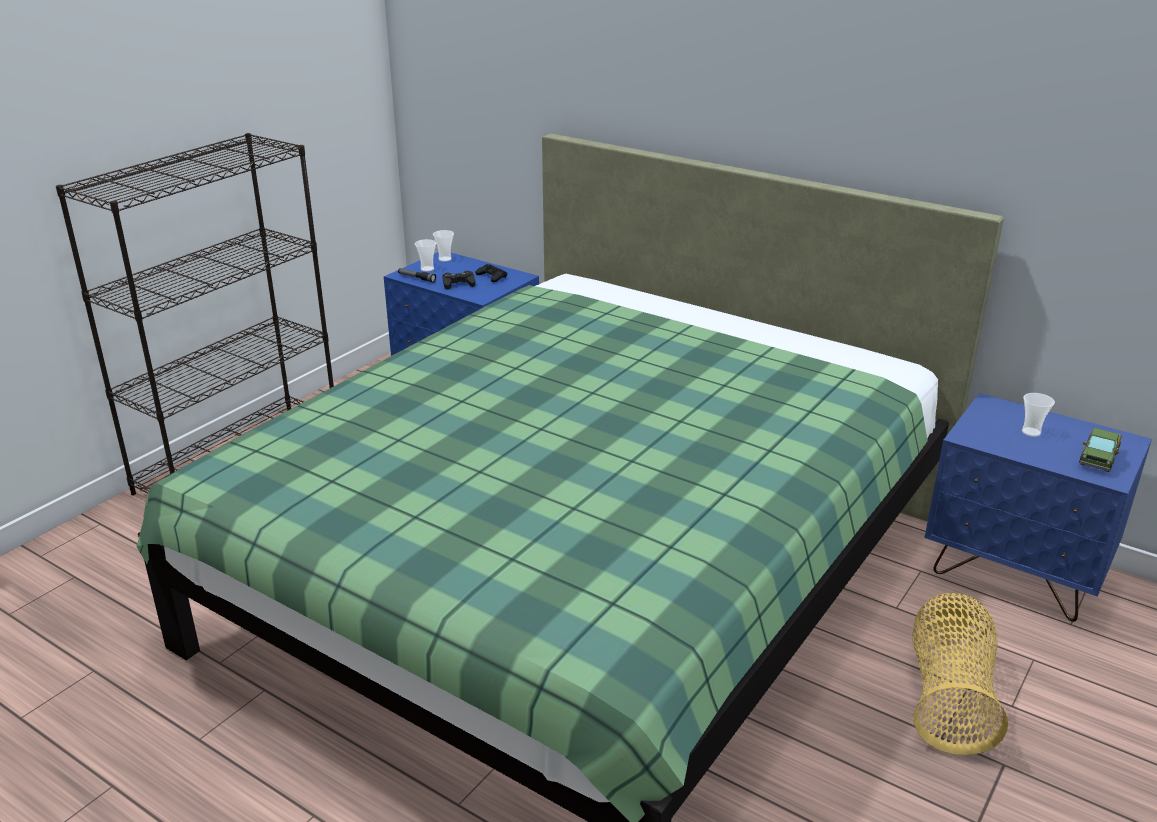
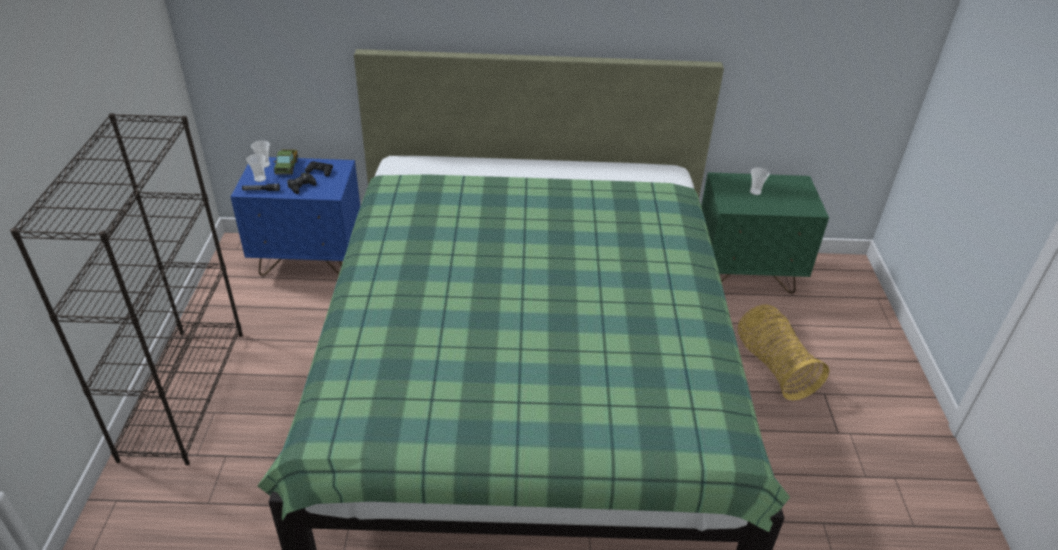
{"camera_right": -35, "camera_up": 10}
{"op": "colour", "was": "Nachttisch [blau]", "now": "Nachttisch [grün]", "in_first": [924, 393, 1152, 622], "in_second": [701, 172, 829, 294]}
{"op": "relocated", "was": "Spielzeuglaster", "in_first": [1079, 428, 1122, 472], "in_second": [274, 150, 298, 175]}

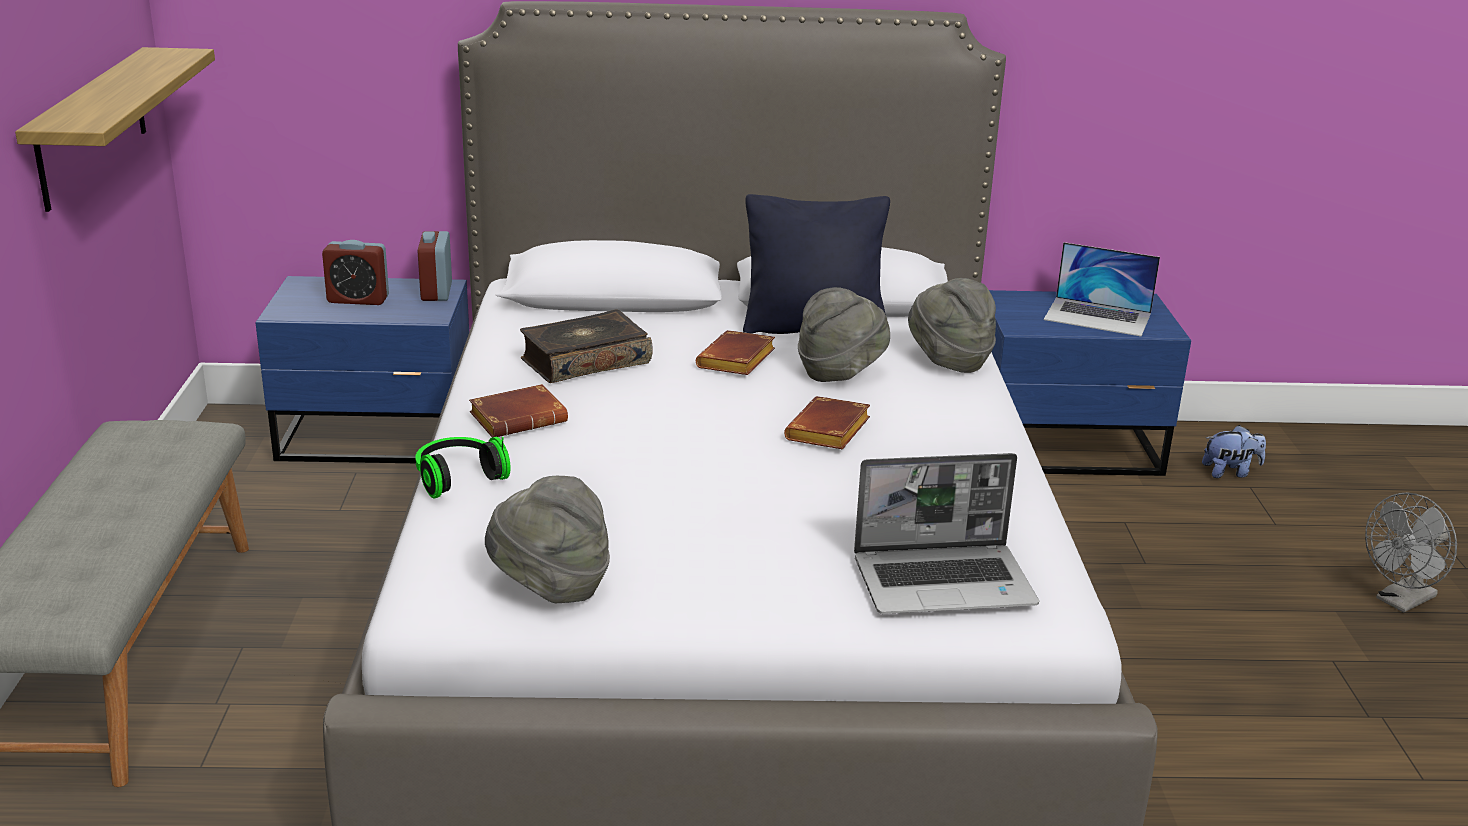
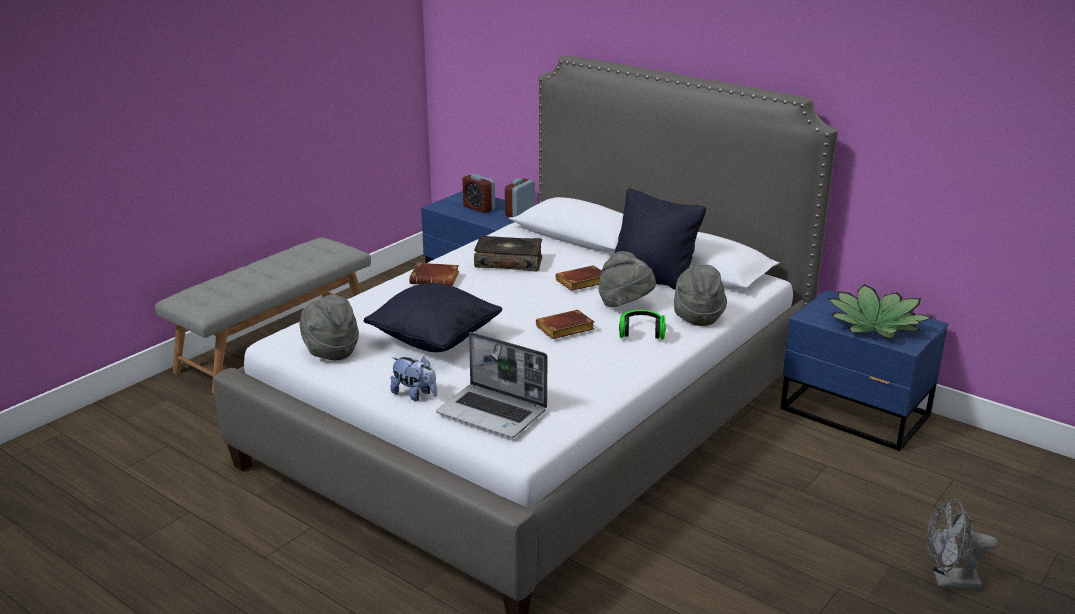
{"camera_right": 40, "camera_up": 0}
{"op": "missing", "was": "Wandregal", "in_first": [15, 47, 215, 212]}
{"op": "exchanged", "was": "Laptop", "now": "Topfpflanze", "in_first": [1044, 242, 1160, 337], "in_second": [827, 284, 932, 339]}
{"op": "relocated", "was": "Plüschtier", "in_first": [1202, 425, 1266, 478], "in_second": [390, 356, 437, 401]}
{"op": "relocated", "was": "Kopfhörer", "in_first": [415, 437, 511, 498], "in_second": [619, 310, 666, 340]}
{"op": "appeared", "now": "Kissen [schwarz]", "in_second": [364, 283, 502, 352]}

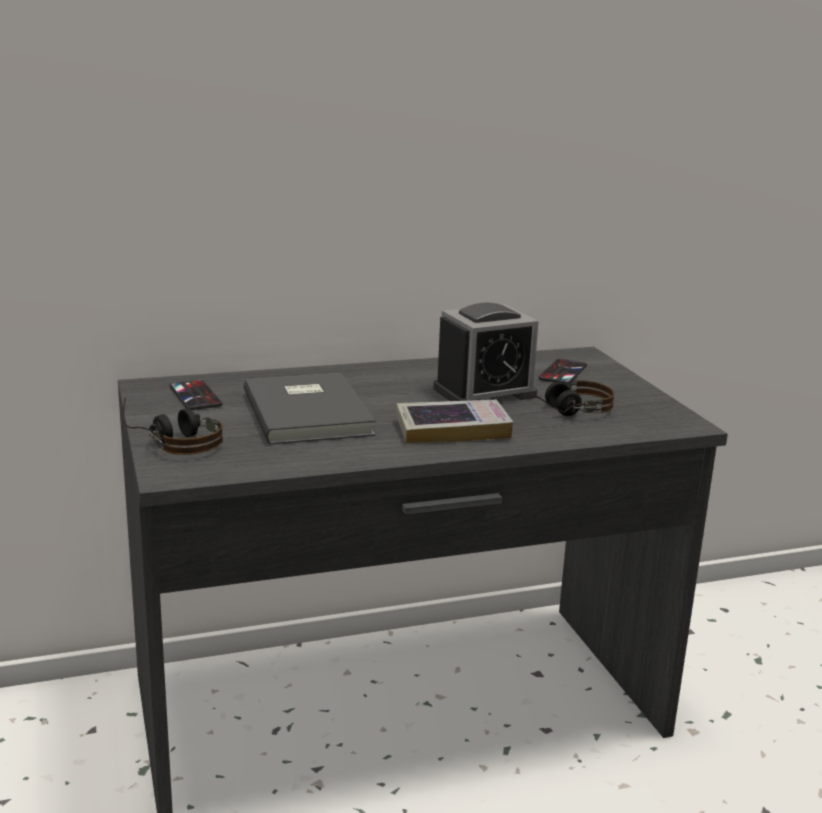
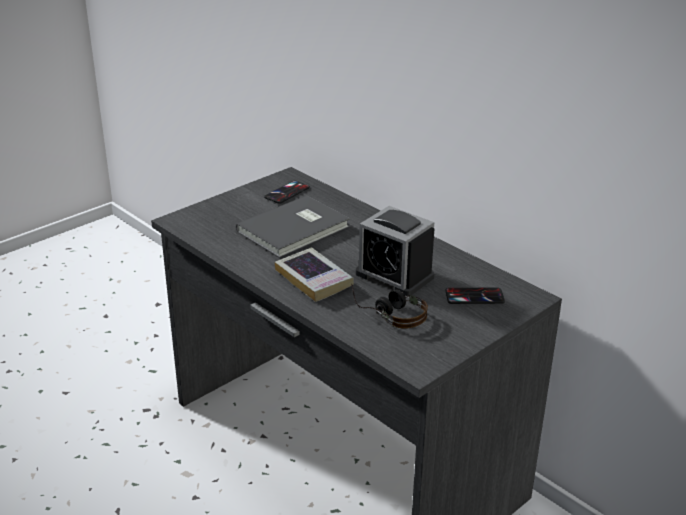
{"camera_right": 65, "camera_up": 10}
{"op": "missing", "was": "Kopfhörer", "in_first": [122, 398, 223, 455]}

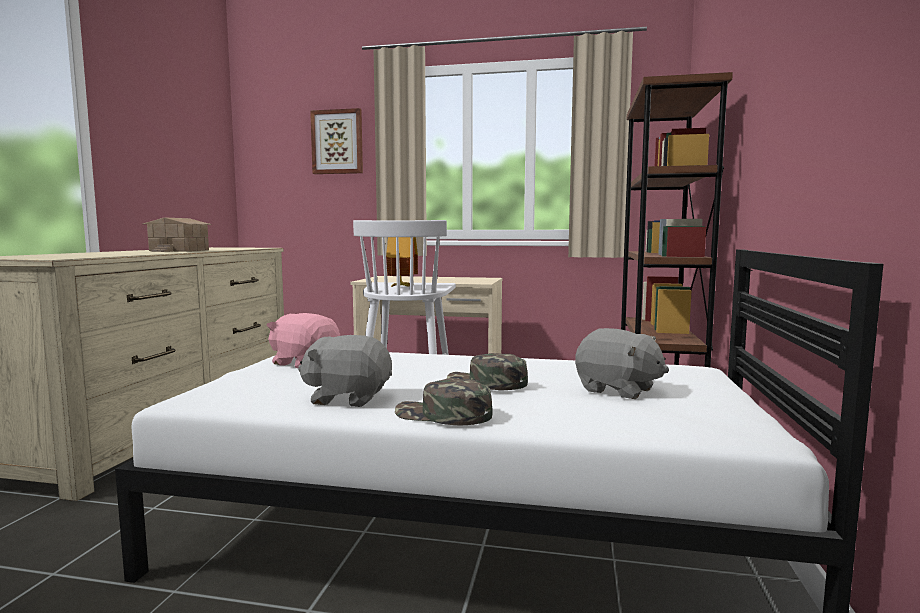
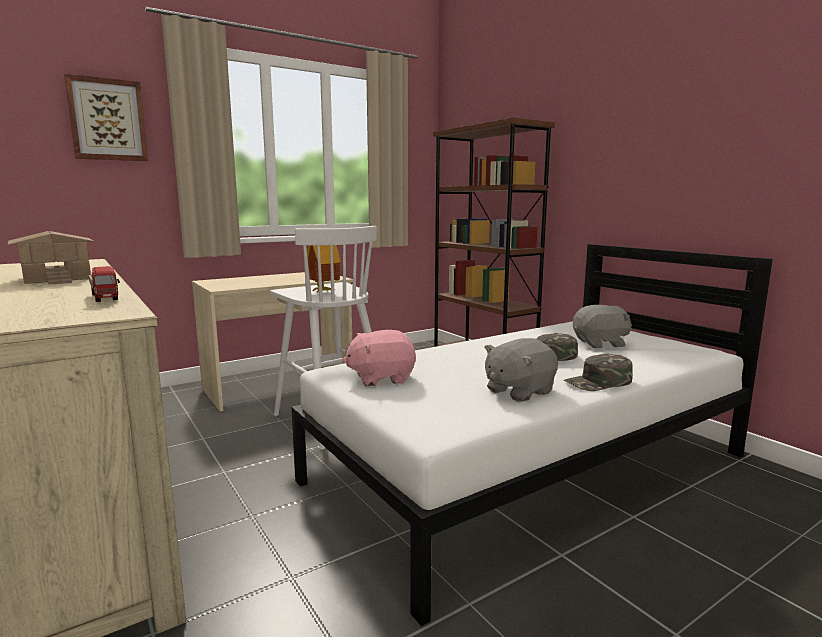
{"camera_right": -45, "camera_up": 5}
{"op": "appeared", "now": "Spielzeuglaster", "in_second": [89, 266, 120, 302]}

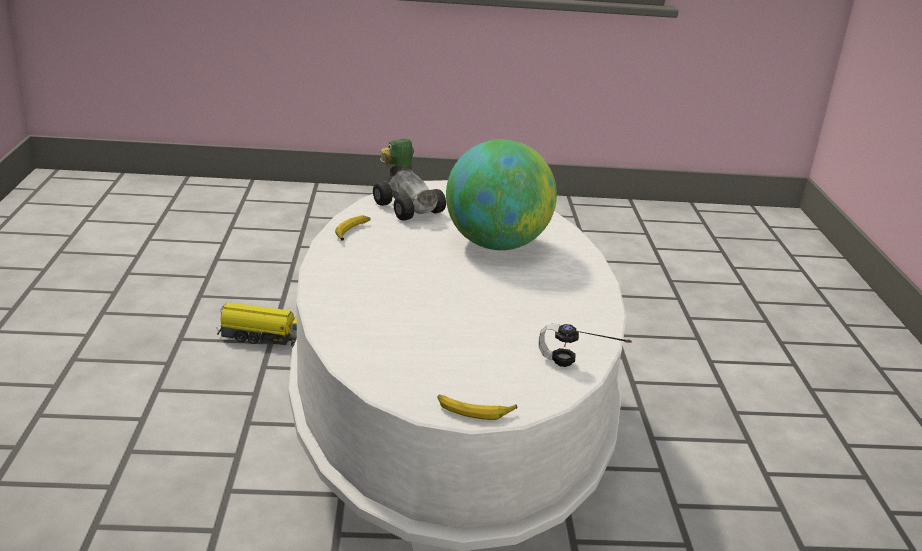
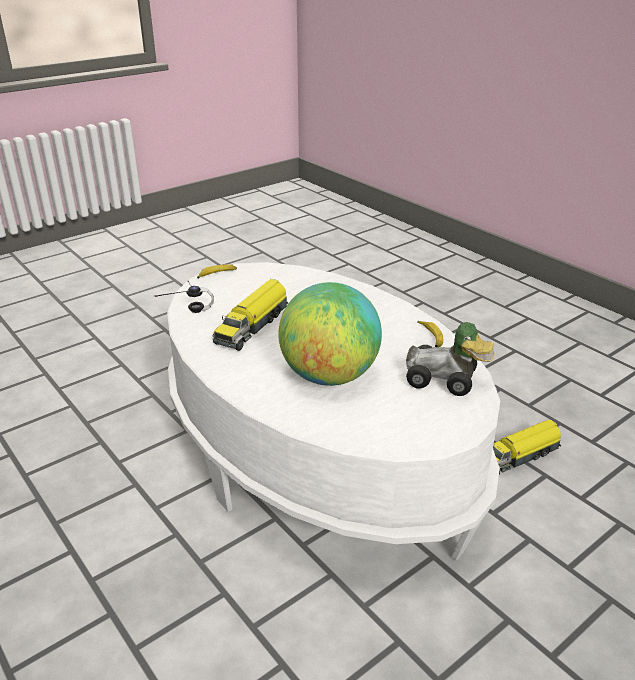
{"camera_right": 145, "camera_up": 5}
{"op": "appeared", "now": "Spielzeuglaster", "in_second": [212, 279, 288, 351]}

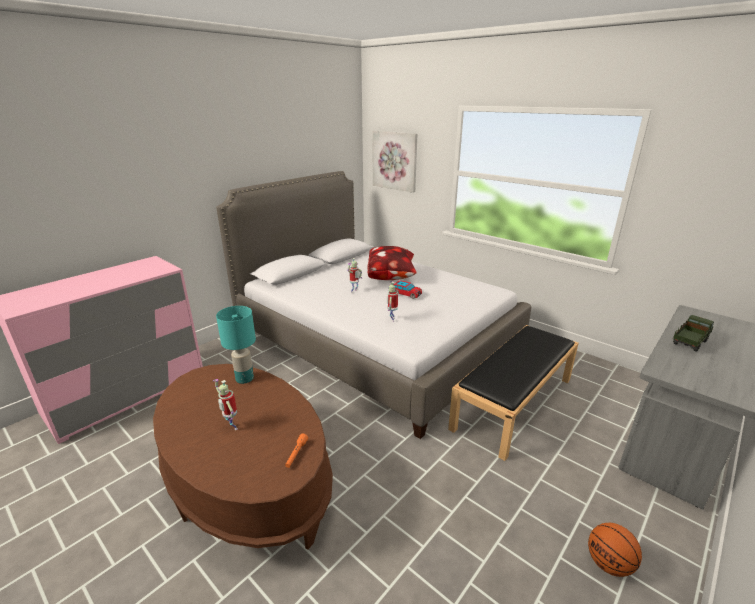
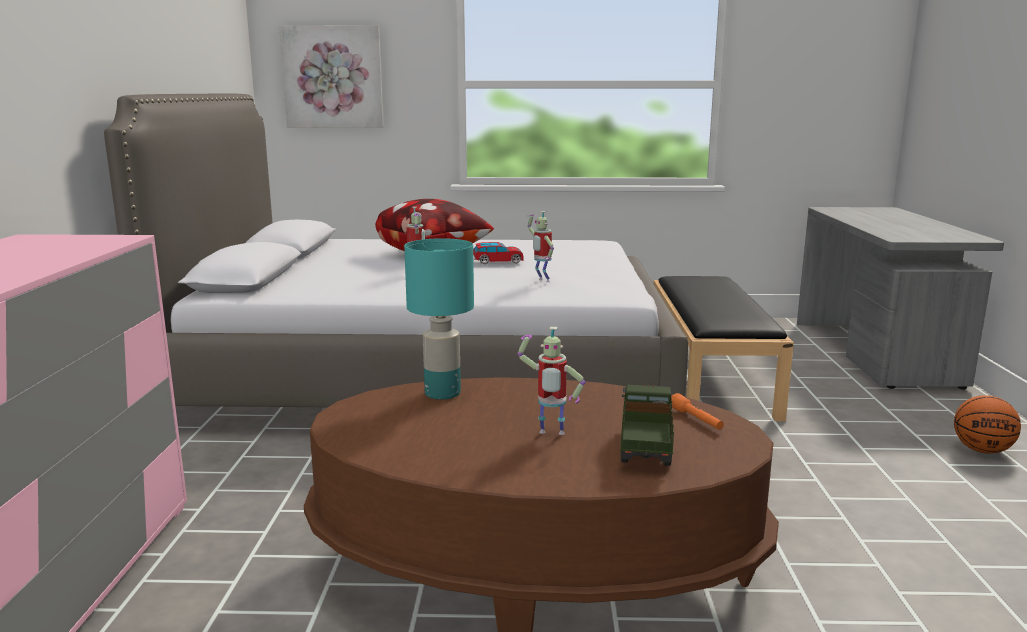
{"camera_right": -40, "camera_up": -10}
{"op": "relocated", "was": "Spielzeuglaster", "in_first": [673, 315, 714, 352], "in_second": [620, 385, 674, 466]}

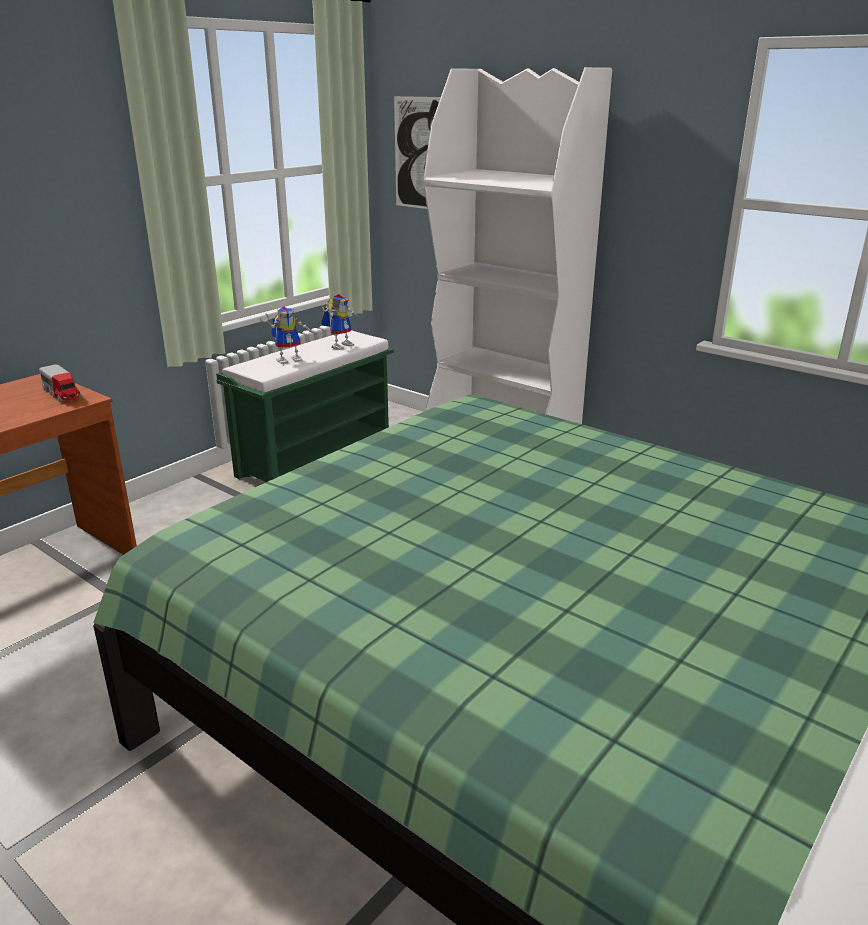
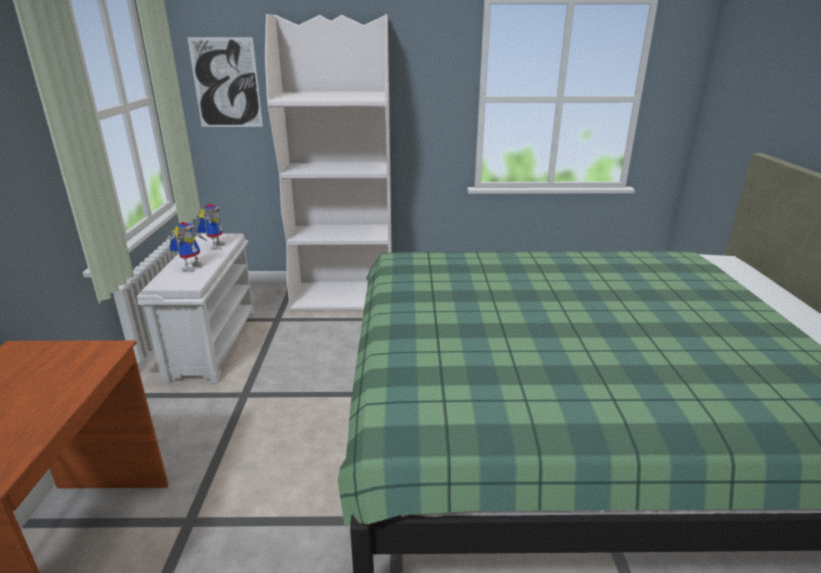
{"camera_right": -40, "camera_up": 0}
{"op": "colour", "was": "Bank [grün]", "now": "Bank [weiß]", "in_first": [216, 330, 394, 482], "in_second": [137, 233, 255, 383]}
{"op": "missing", "was": "Spielzeuglaster", "in_first": [39, 365, 81, 402]}

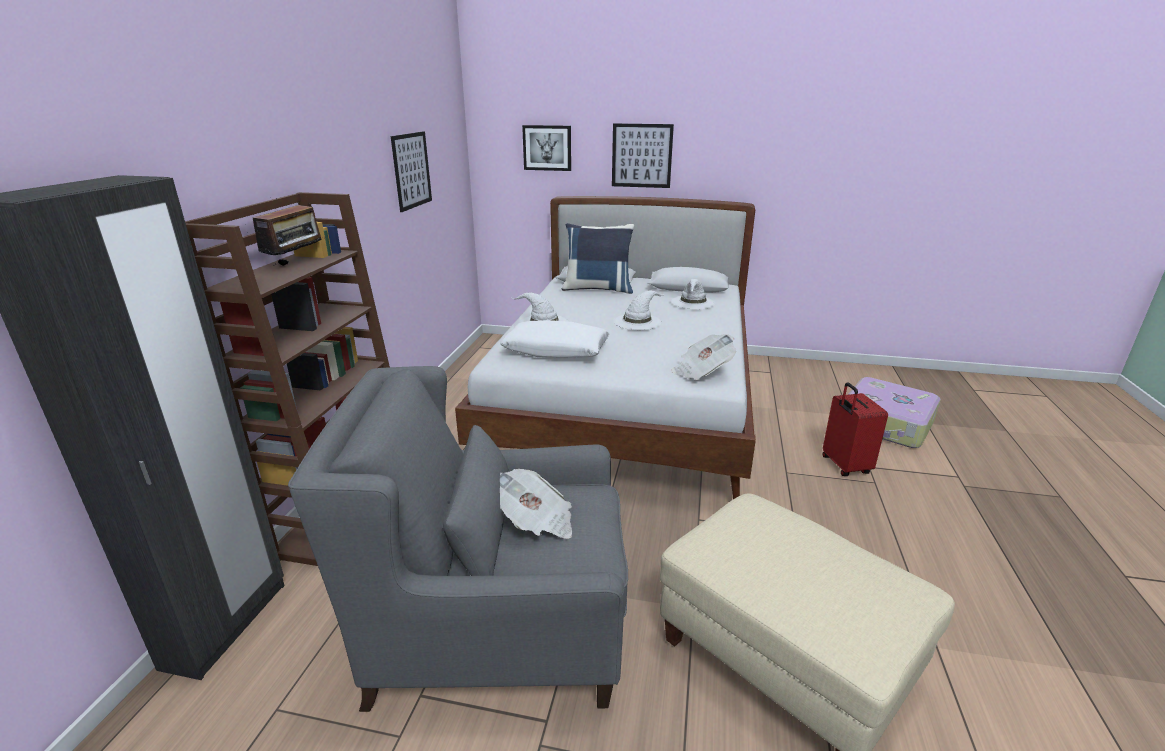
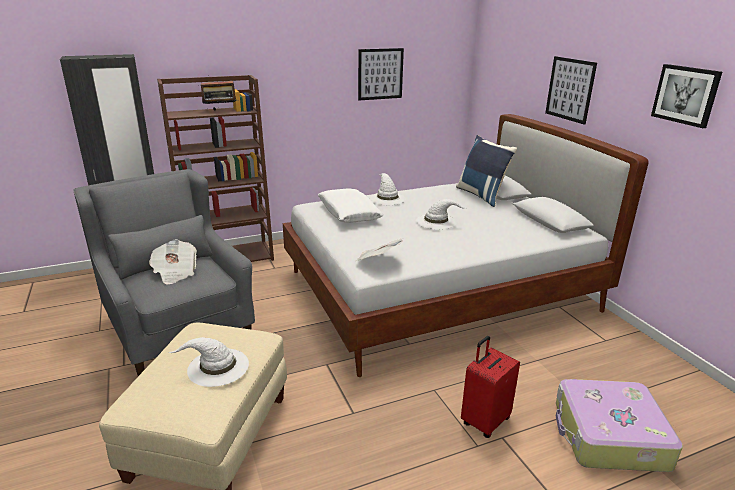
{"camera_right": 55, "camera_up": 0}
{"op": "relocated", "was": "Bild", "in_first": [522, 125, 571, 171], "in_second": [651, 64, 722, 128]}
{"op": "relocated", "was": "Hut [weiß]", "in_first": [671, 279, 716, 310], "in_second": [168, 337, 249, 387]}

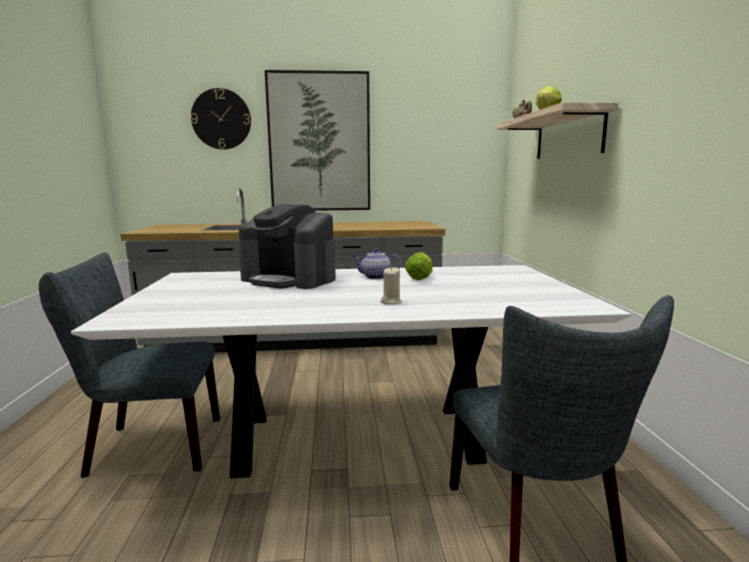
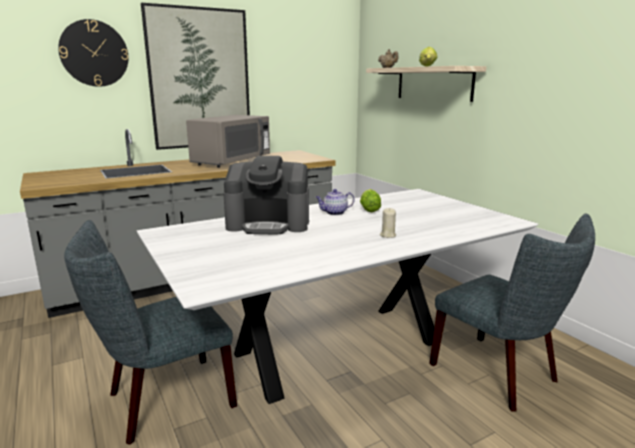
{"camera_right": -25, "camera_up": 5}
{"op": "appeared", "now": "Mikrowelle [grau]", "in_second": [186, 115, 270, 168]}

